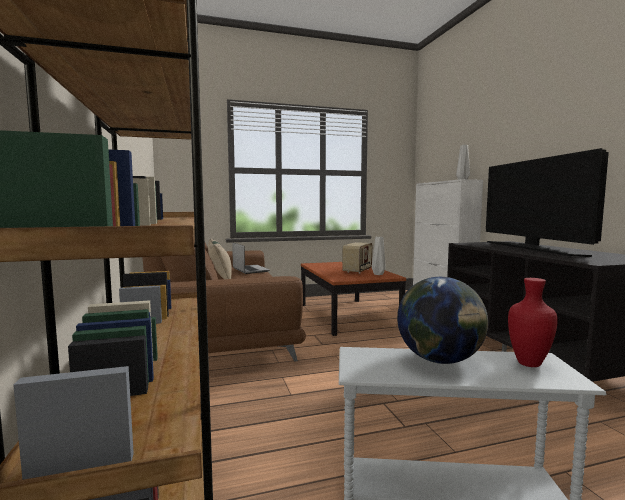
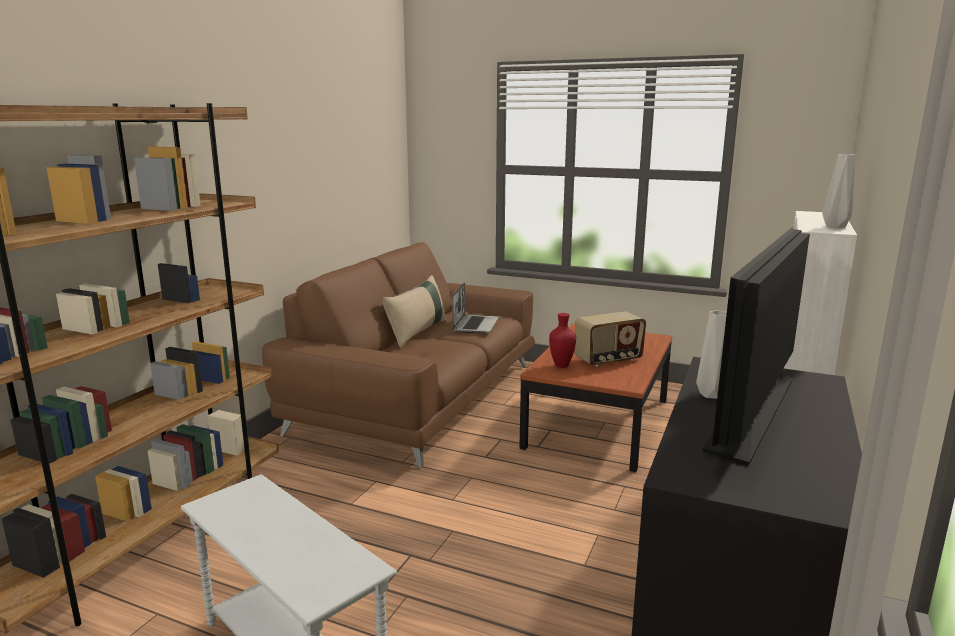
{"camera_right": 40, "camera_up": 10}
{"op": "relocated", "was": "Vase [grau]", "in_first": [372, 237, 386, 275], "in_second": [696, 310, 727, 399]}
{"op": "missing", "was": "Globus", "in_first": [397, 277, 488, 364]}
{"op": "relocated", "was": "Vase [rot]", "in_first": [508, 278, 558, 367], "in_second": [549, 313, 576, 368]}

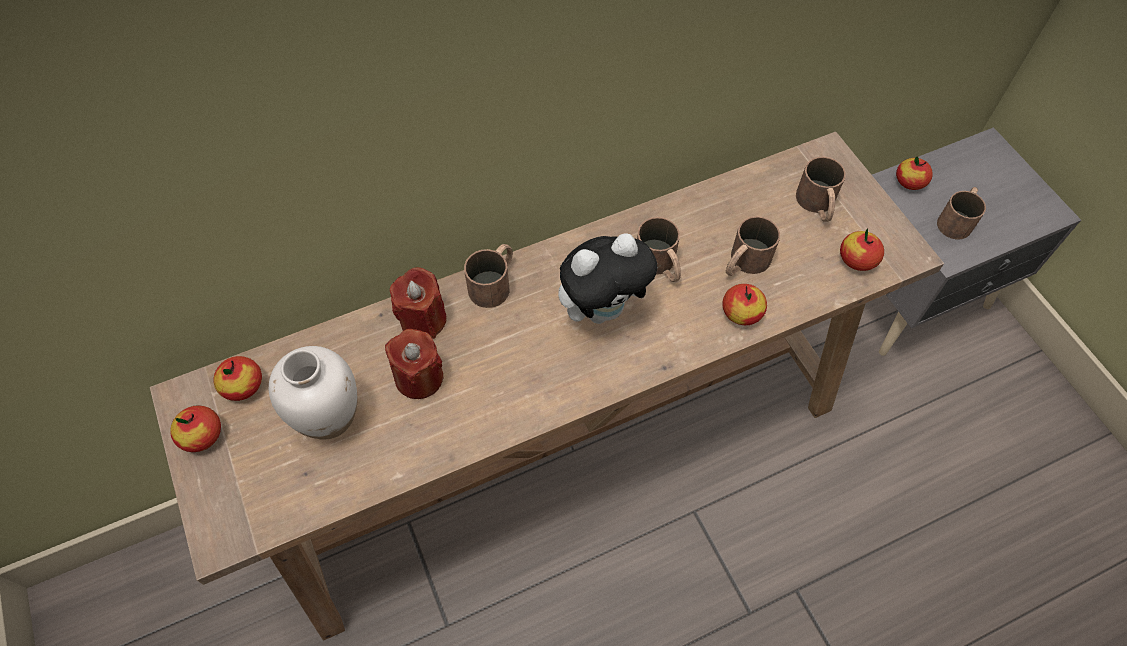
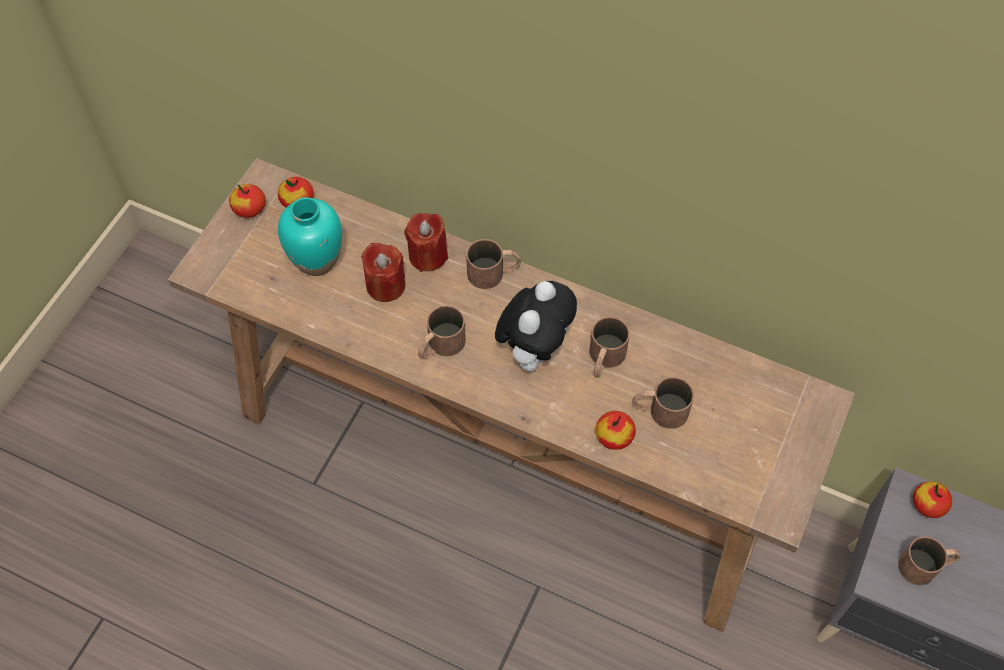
{"camera_right": 50, "camera_up": 0}
{"op": "relocated", "was": "Henkelbecher [braun]", "in_first": [796, 157, 846, 222], "in_second": [418, 305, 466, 359]}
{"op": "missing", "was": "Apfel", "in_first": [840, 228, 884, 271]}
{"op": "spun", "was": "Plüschtier", "in_first": [558, 233, 658, 324], "in_second": [495, 281, 577, 371], "clockwise": -90}
{"op": "colour", "was": "Vase [weiß]", "now": "Vase [türkis]", "in_first": [269, 346, 357, 440], "in_second": [278, 197, 342, 276]}

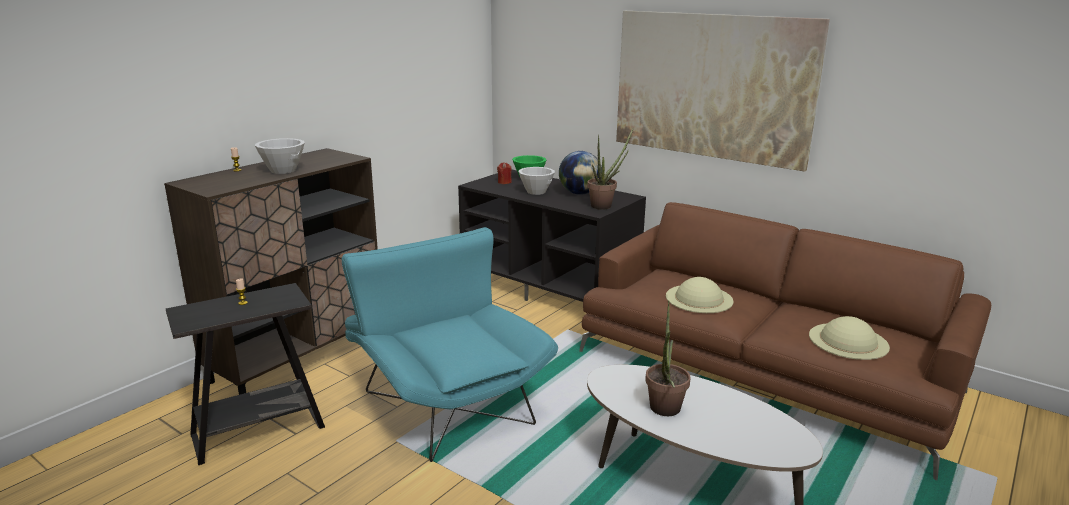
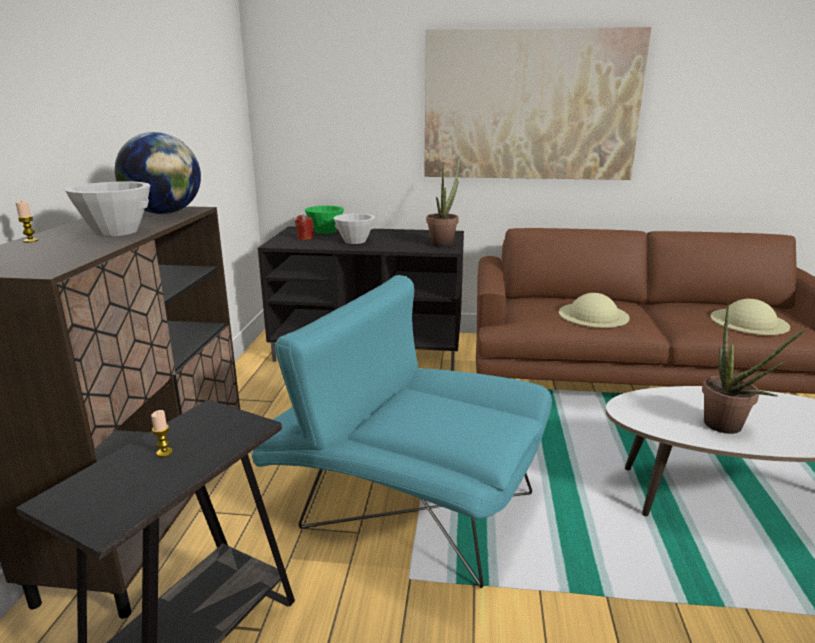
{"camera_right": -30, "camera_up": 0}
{"op": "relocated", "was": "Globus", "in_first": [559, 151, 602, 195], "in_second": [115, 132, 201, 214]}

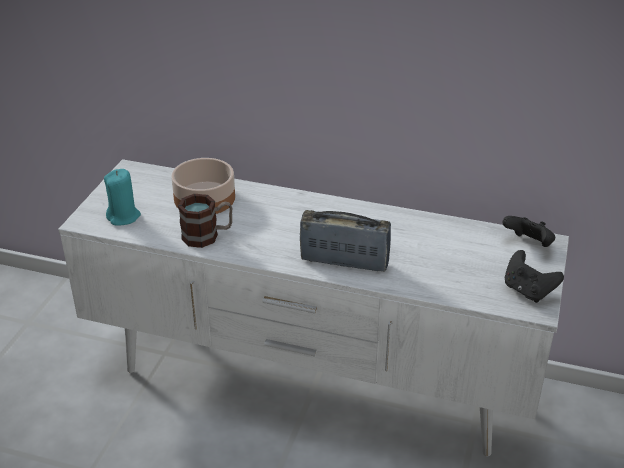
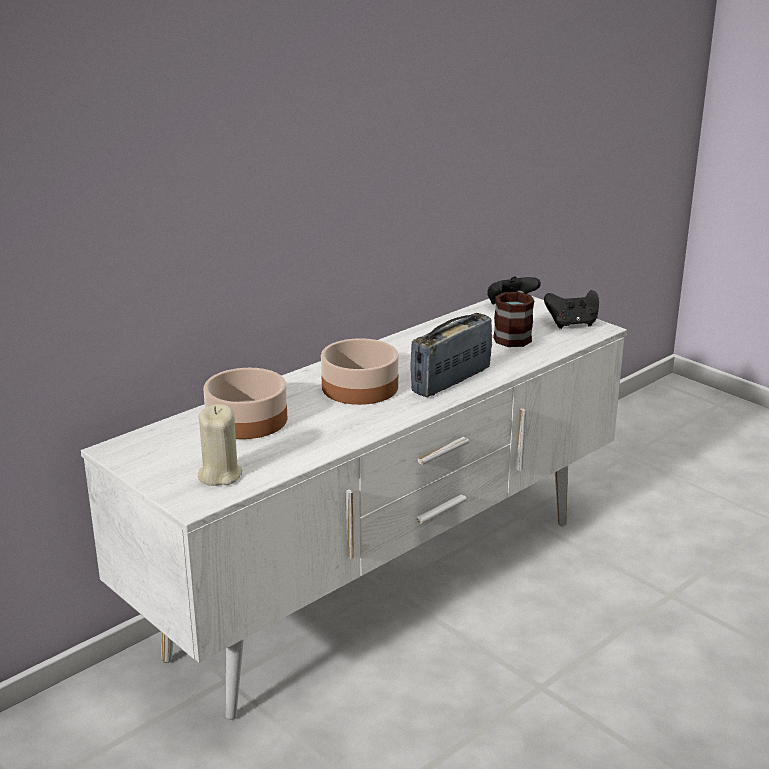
{"camera_right": -60, "camera_up": -10}
{"op": "colour", "was": "Kerze [türkis]", "now": "Kerze [beige]", "in_first": [104, 169, 141, 226], "in_second": [198, 404, 242, 486]}
{"op": "relocated", "was": "Henkelbecher", "in_first": [178, 194, 232, 248], "in_second": [493, 291, 534, 347]}
{"op": "appeared", "now": "Schüssel", "in_second": [321, 338, 399, 405]}

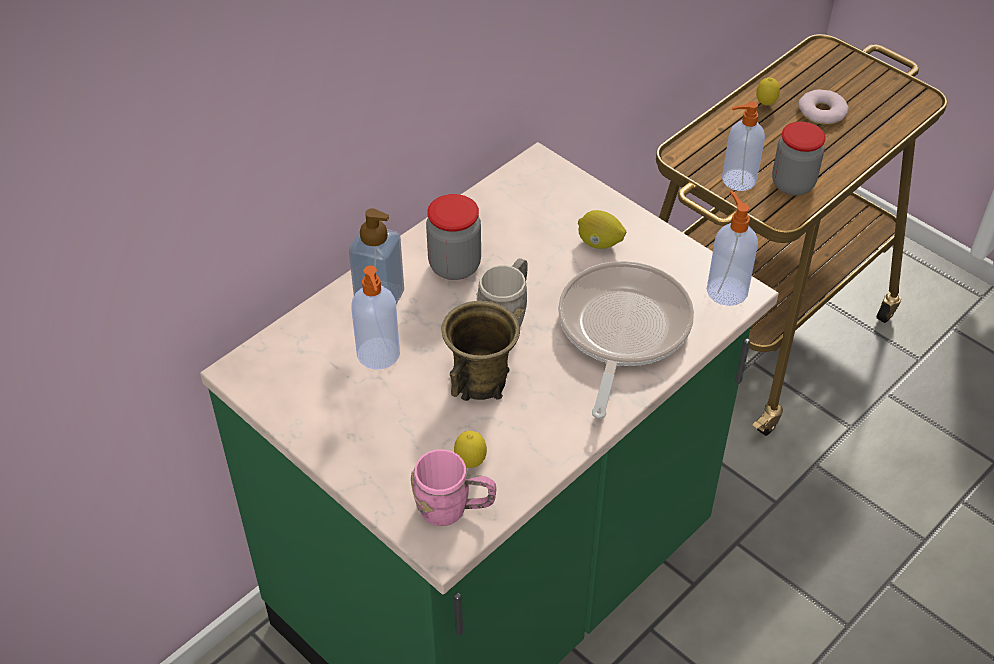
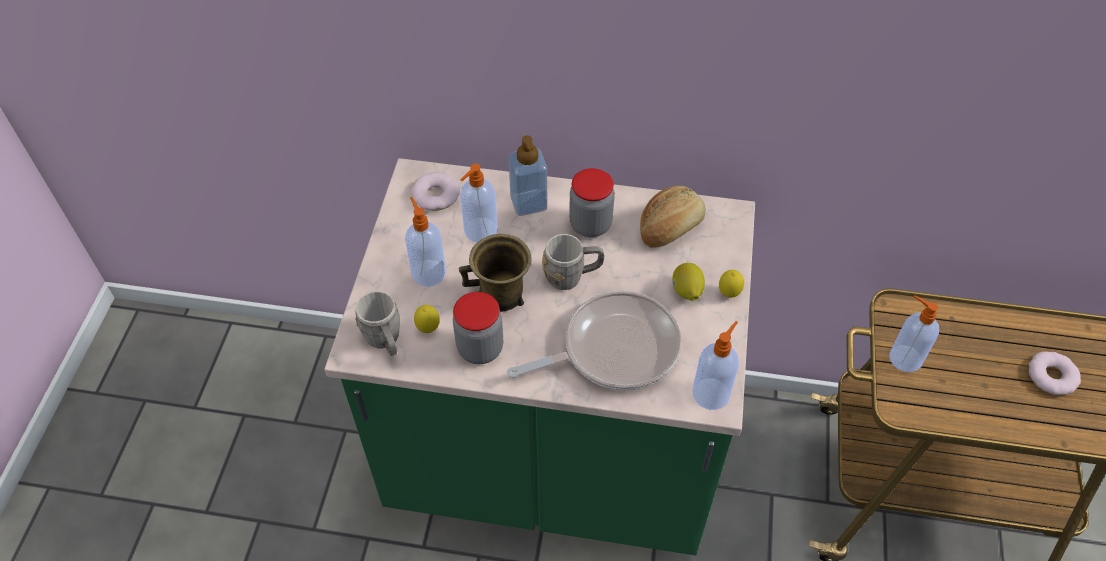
{"camera_right": 55, "camera_up": 5}
{"op": "relocated", "was": "Zitrone", "in_first": [756, 78, 780, 105], "in_second": [719, 270, 744, 298]}
{"op": "relocated", "was": "Vorratsglas", "in_first": [772, 122, 826, 196], "in_second": [453, 292, 503, 364]}
{"op": "colour", "was": "Henkelbecher [rosa]", "now": "Henkelbecher [grau]", "in_first": [411, 449, 496, 526], "in_second": [355, 291, 400, 356]}
{"op": "appeared", "now": "Donut", "in_second": [411, 172, 460, 211]}
{"op": "appeared", "now": "Brot", "in_second": [640, 186, 706, 248]}
{"op": "appeared", "now": "Seifenspender", "in_second": [405, 197, 446, 287]}

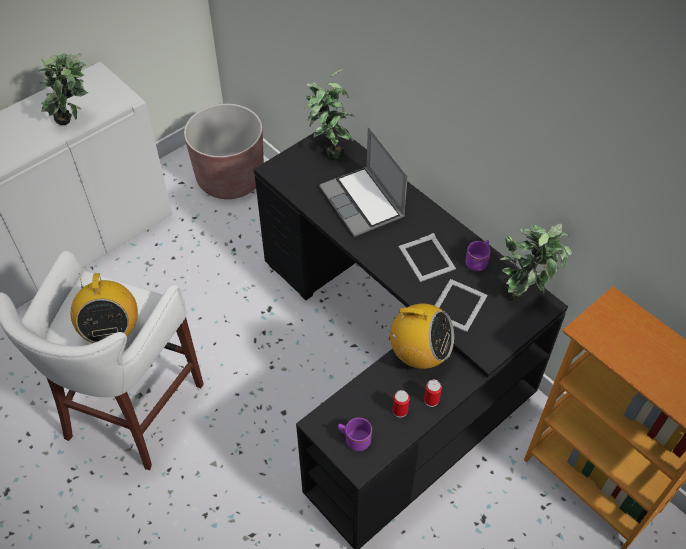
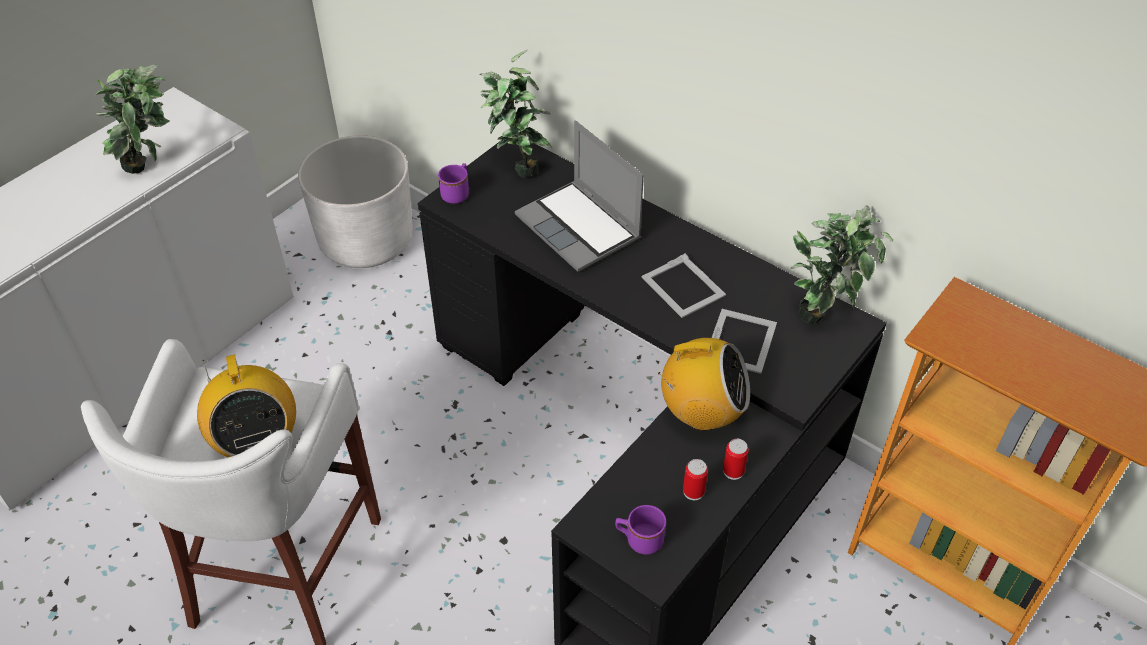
{"camera_right": -10, "camera_up": -5}
{"op": "colour", "was": "Pflanzkübel [braun]", "now": "Pflanzkübel [weiß]", "in_first": [184, 103, 264, 199], "in_second": [298, 136, 413, 268]}
{"op": "relocated", "was": "Henkelbecher [lila]", "in_first": [466, 240, 490, 271], "in_second": [438, 163, 469, 204]}

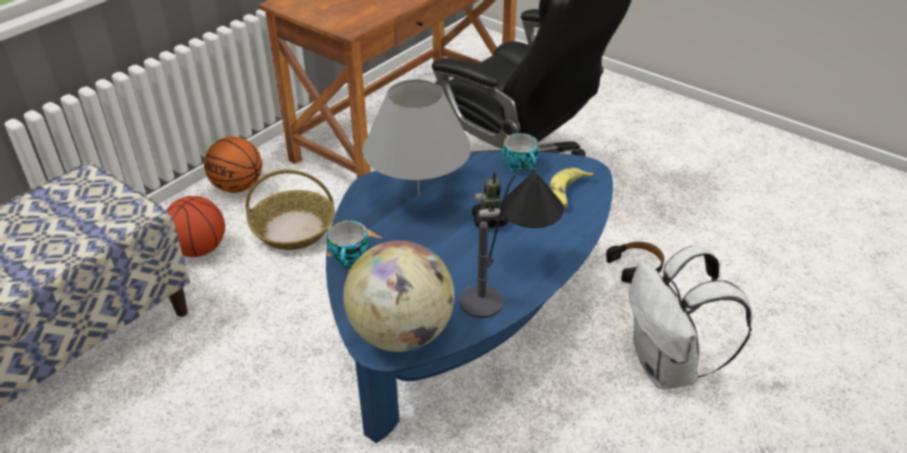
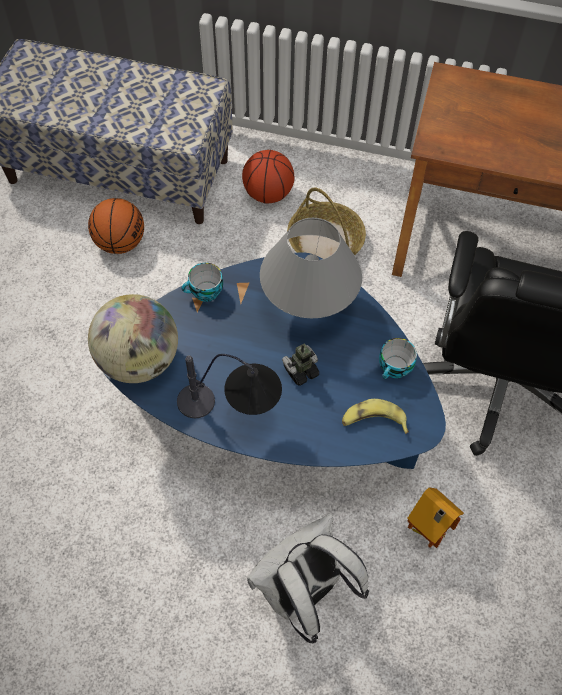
{"camera_right": 65, "camera_up": 20}
{"op": "relocated", "was": "Basketball", "in_first": [204, 137, 262, 193], "in_second": [88, 198, 144, 254]}
{"op": "exchanged", "was": "Kopfhörer [schwarz]", "now": "Spielzeughaus", "in_first": [606, 242, 664, 283], "in_second": [408, 487, 464, 548]}

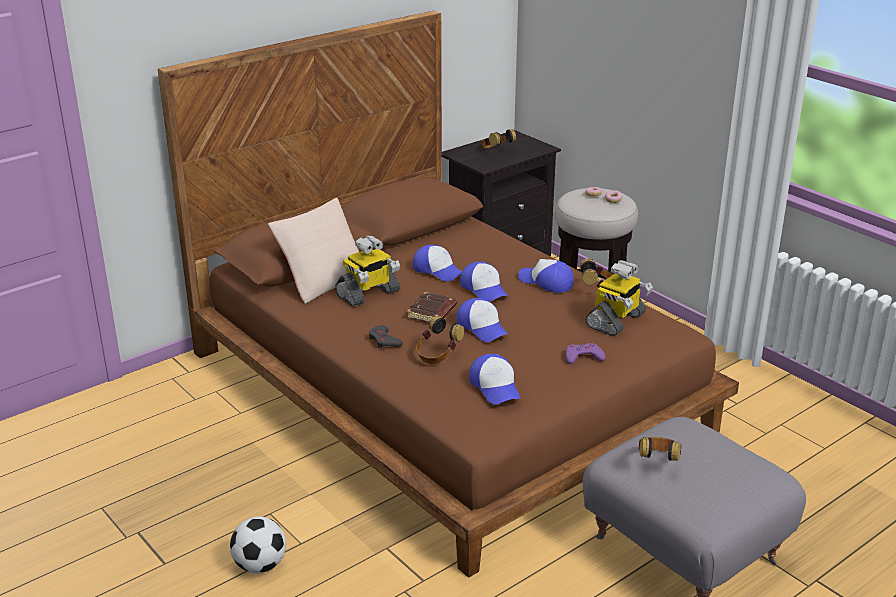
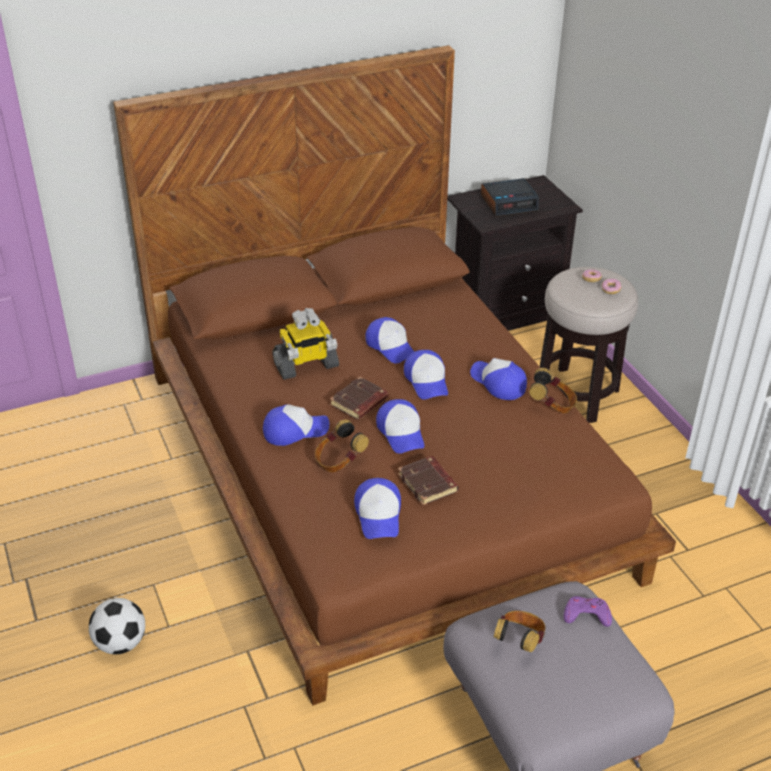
{"camera_right": 15, "camera_up": 10}
{"op": "exchanged", "was": "Kopfhörer", "now": "Wecker", "in_first": [481, 129, 516, 148], "in_second": [481, 178, 539, 217]}
{"op": "missing", "was": "Kissen [beige]", "in_first": [268, 198, 359, 304]}
{"op": "missing", "was": "Spielzeugroboter", "in_first": [585, 260, 653, 336]}
{"op": "exchanged", "was": "Gamepad [grau]", "now": "Kappe", "in_first": [369, 325, 403, 348], "in_second": [263, 404, 329, 446]}
{"op": "relocated", "was": "Gamepad [lila]", "in_first": [565, 343, 605, 364], "in_second": [564, 596, 612, 627]}
{"op": "appeared", "now": "Buch [braun]", "in_second": [398, 456, 459, 505]}

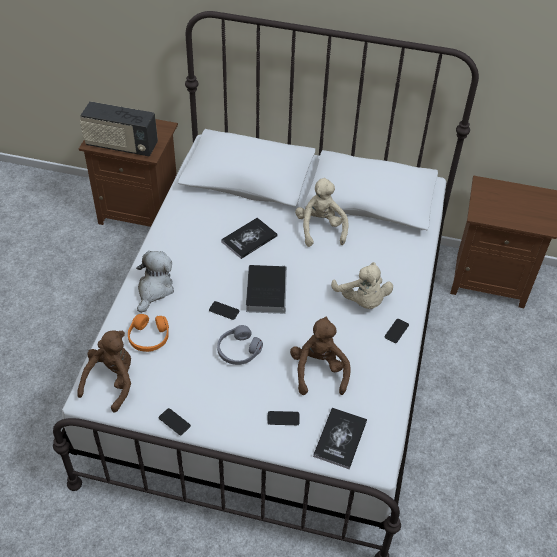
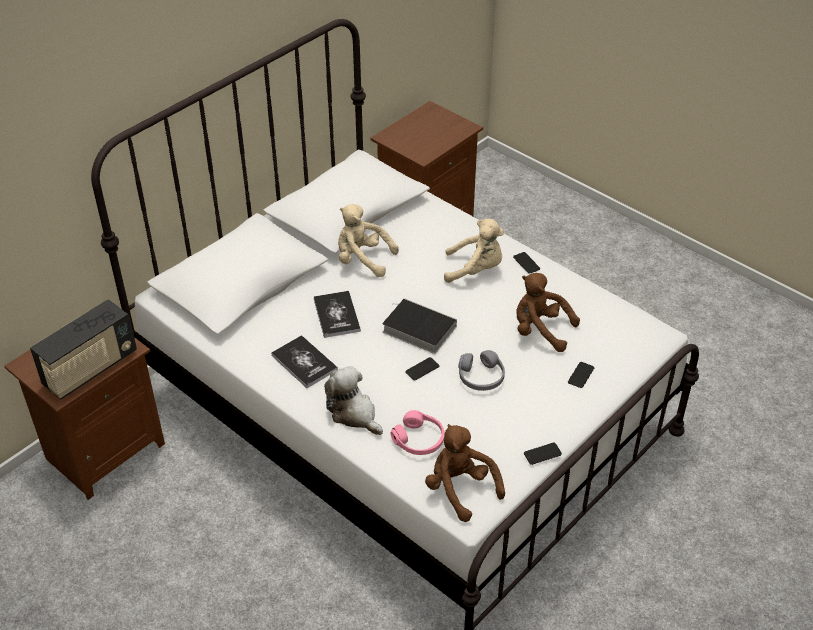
{"camera_right": -60, "camera_up": -5}
{"op": "colour", "was": "Kopfhörer [orange]", "now": "Kopfhörer [rosa]", "in_first": [128, 314, 169, 352], "in_second": [391, 410, 445, 455]}
{"op": "relocated", "was": "Buch", "in_first": [313, 408, 367, 469], "in_second": [271, 335, 338, 388]}

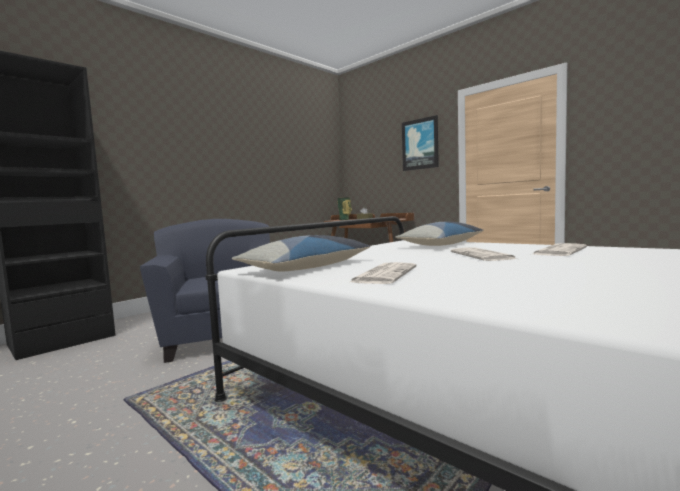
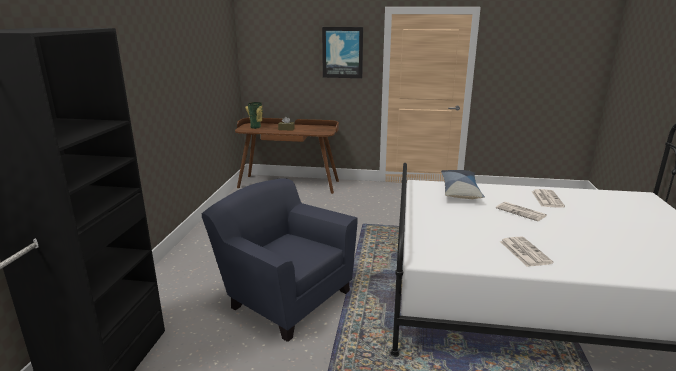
{"camera_right": -35, "camera_up": 15}
{"op": "missing", "was": "Kissen", "in_first": [232, 235, 371, 271]}

